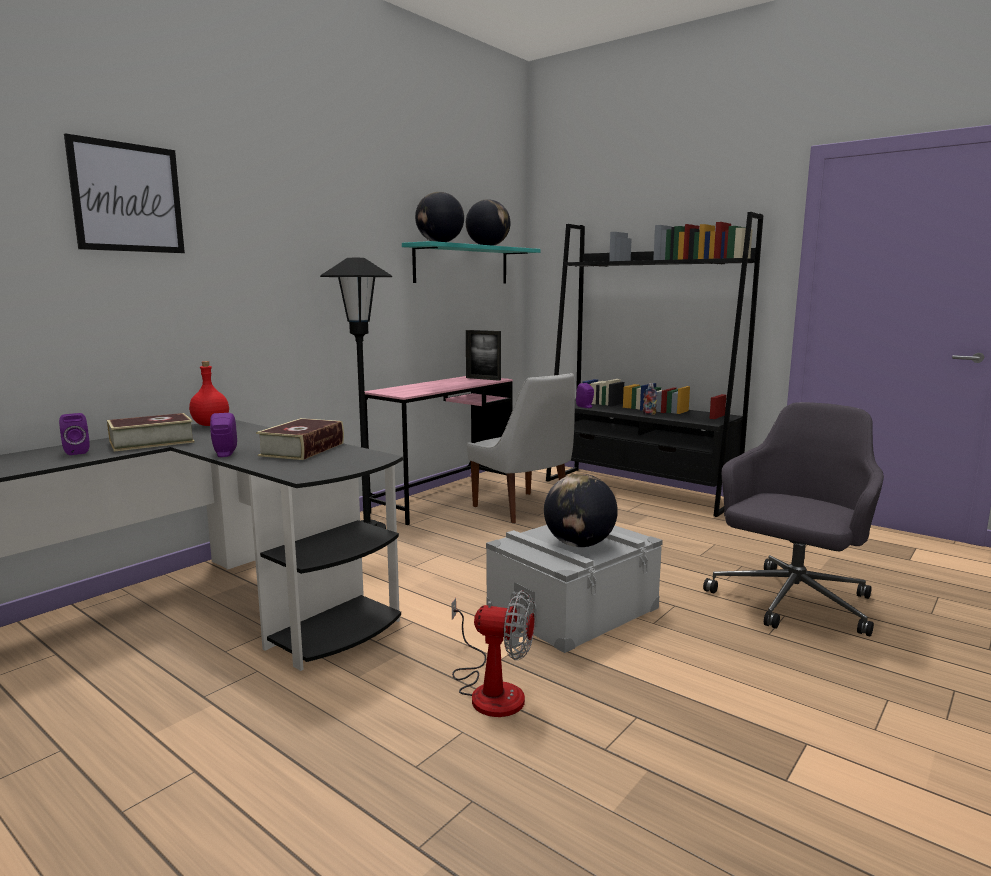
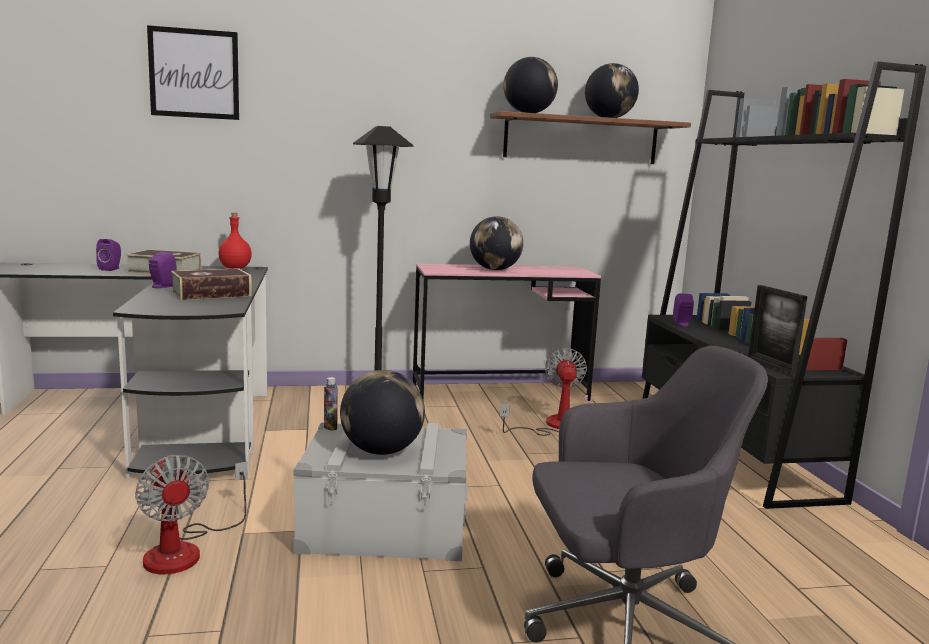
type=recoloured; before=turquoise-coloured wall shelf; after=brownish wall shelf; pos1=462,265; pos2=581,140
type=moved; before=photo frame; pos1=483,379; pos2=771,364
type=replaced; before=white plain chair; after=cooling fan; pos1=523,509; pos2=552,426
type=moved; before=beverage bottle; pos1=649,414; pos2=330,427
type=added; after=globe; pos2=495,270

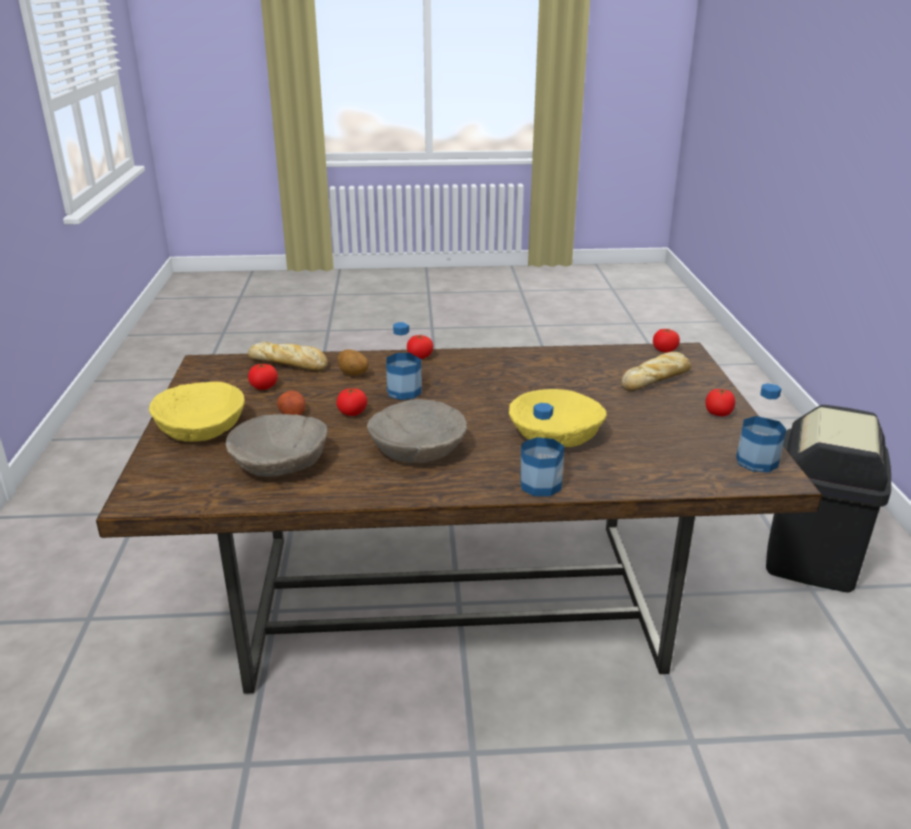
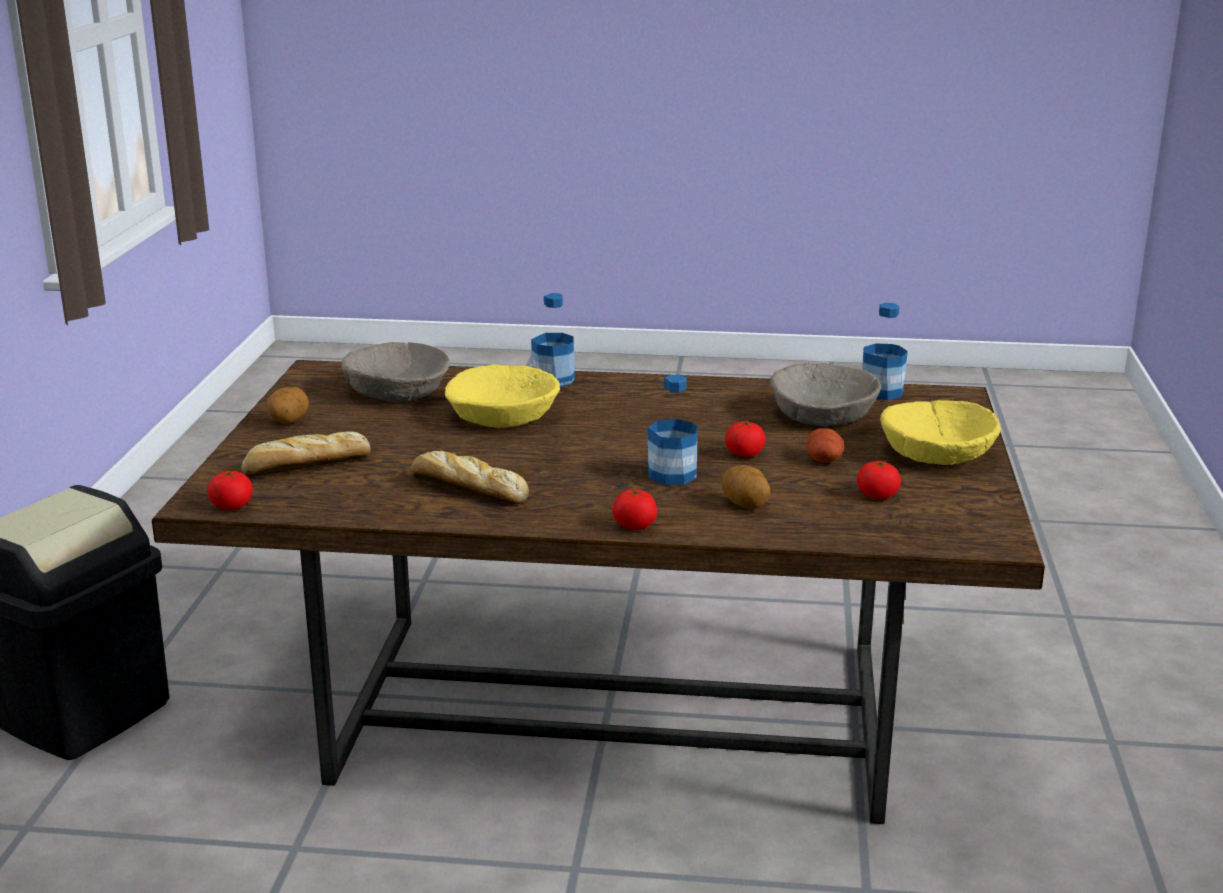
type=moved; before=baked bread; pos1=289,364; pos2=466,489
type=moved; before=beige-coloured serving bowl; pos1=418,448; pos2=397,390
type=replaced; before=whole tomato; after=potato; pos1=718,413; pos2=288,422
type=moved; before=beverage bottle; pos1=756,461; pos2=881,392

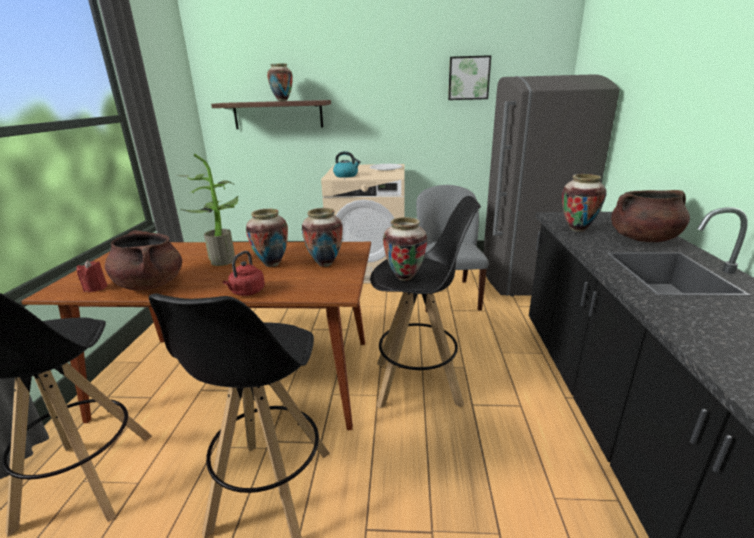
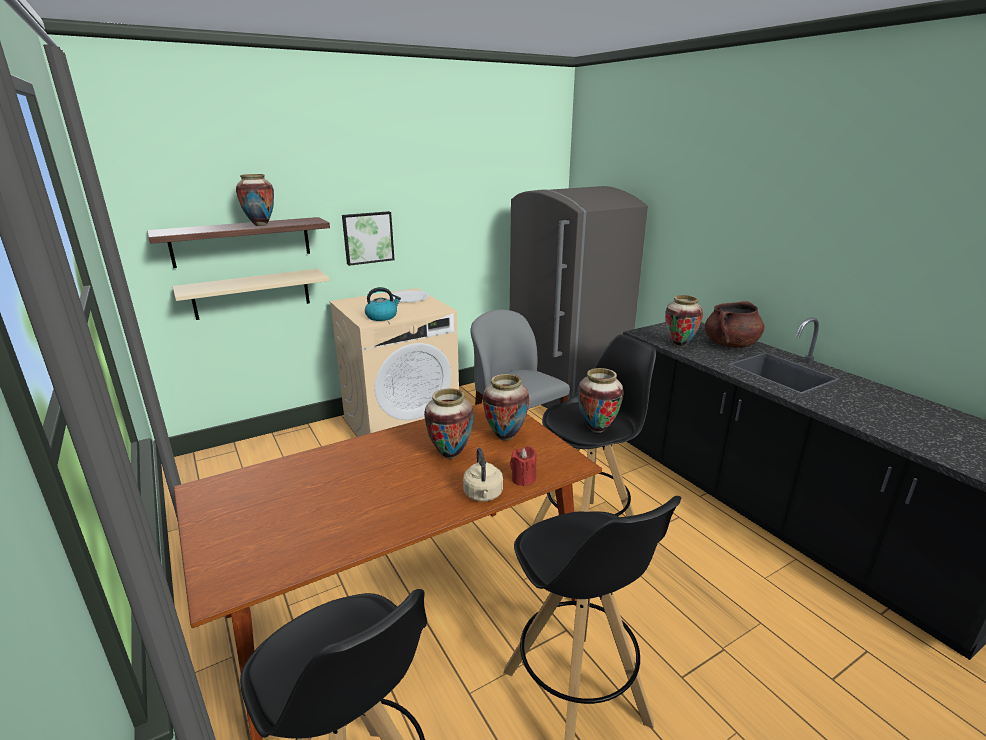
type=moved; before=reddish candle; pos1=96,288; pos2=523,479
type=removed; before=brownish saucepot; pos1=150,284
type=removed; before=plant in a pot; pos1=224,260
type=recoloured; before=reddish tea kettle; after=beige-coloured tea kettle; pos1=246,292; pos2=483,495
type=moved; before=wall picture; pos1=468,78; pos2=368,237
type=added; after=beige-coloured wall shelf; pos2=252,294

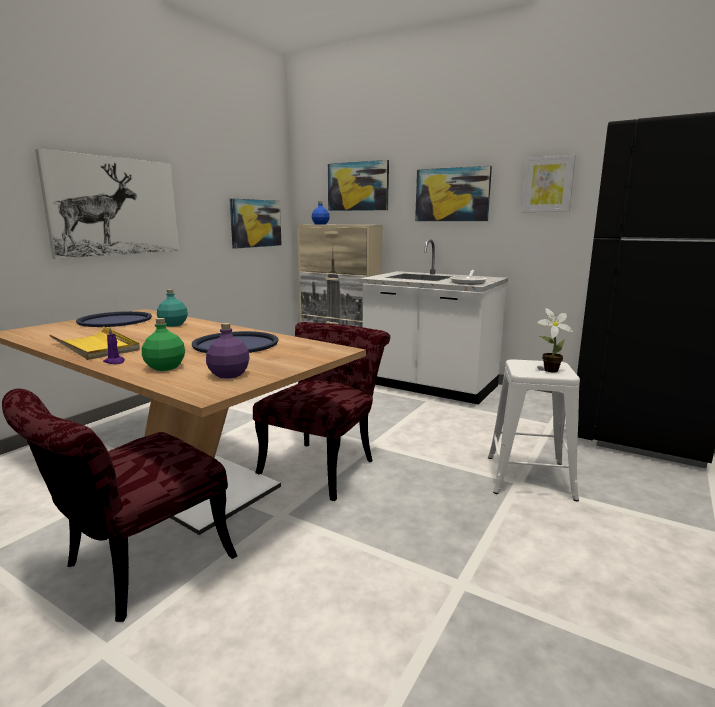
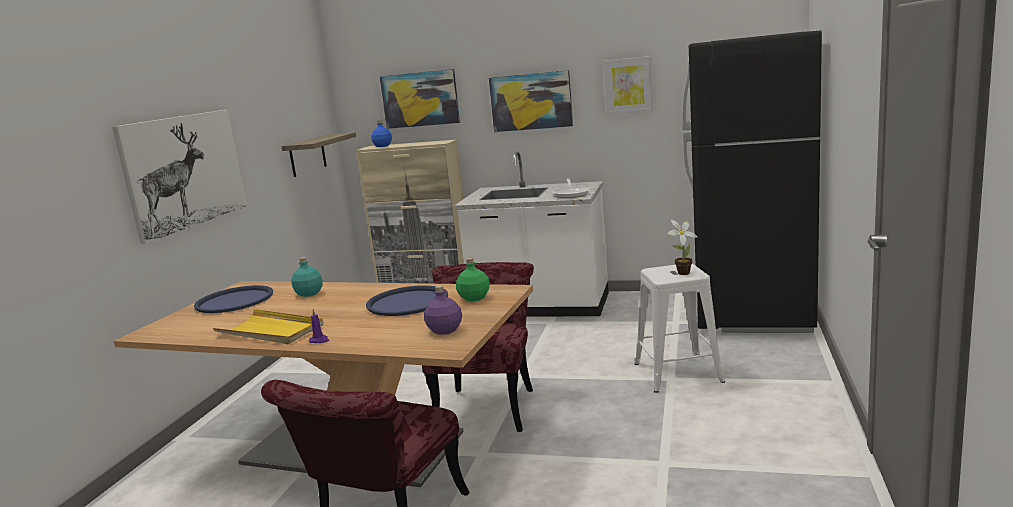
type=moved; before=green-coloured beverage bottle; pos1=164,367; pos2=474,298
type=replaced; before=wall picture; after=wall shelf; pos1=255,223; pos2=307,155

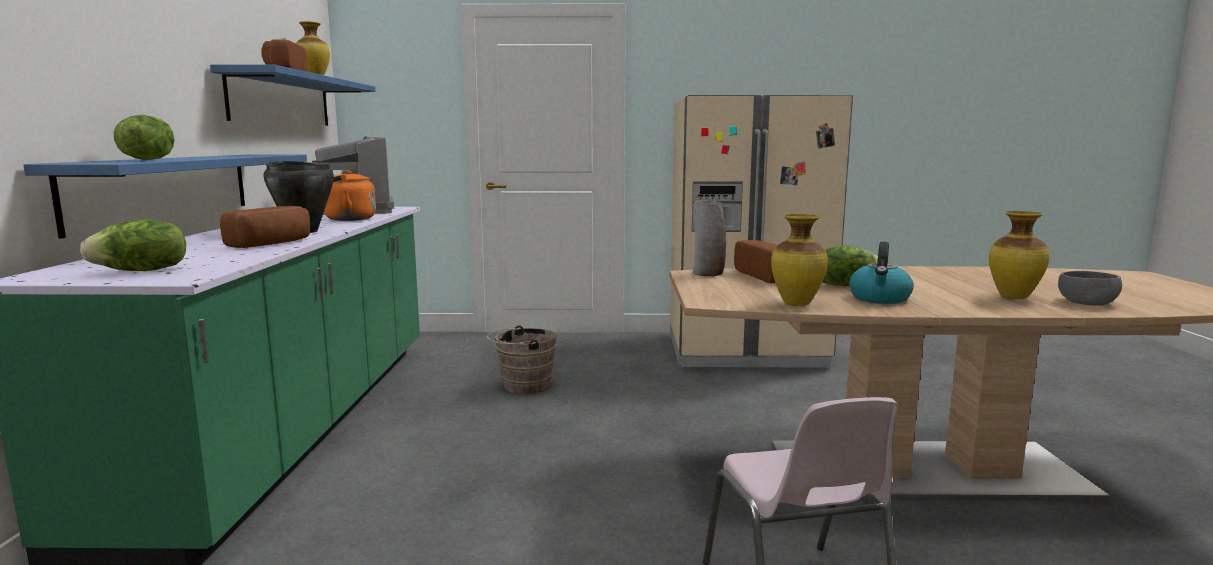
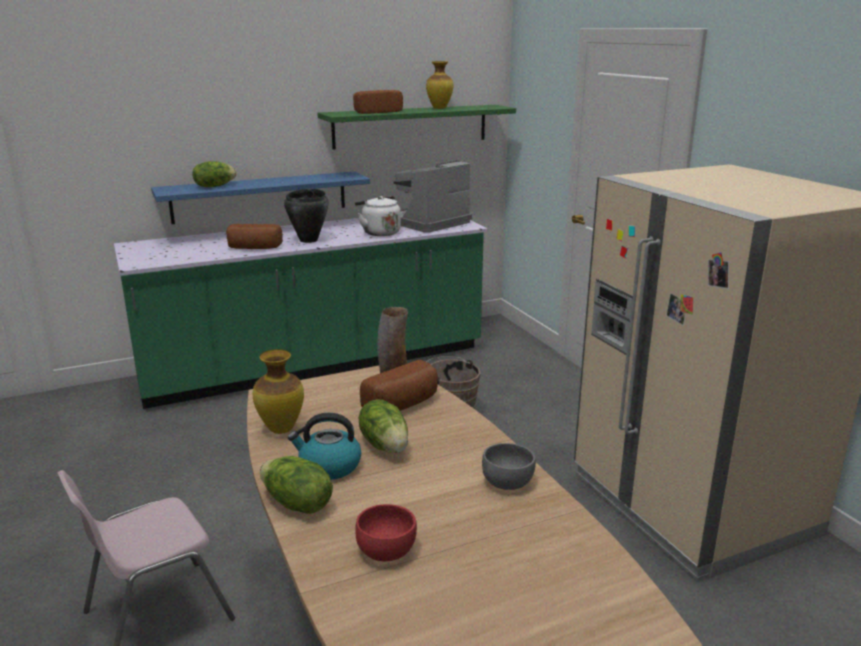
type=moved; before=lettuce head; pos1=142,271; pos2=296,504
type=recoloured; before=blue wall shelf; after=green-coloured wall shelf; pos1=282,100; pos2=411,126
type=recoloured; before=orange tea kettle; after=white tea kettle; pos1=346,219; pos2=379,232
type=replaced; before=flower vase; after=reddish serving bowl; pos1=1014,297; pos2=386,549
type=moved; before=grey serving bowl; pos1=1087,302; pos2=507,481

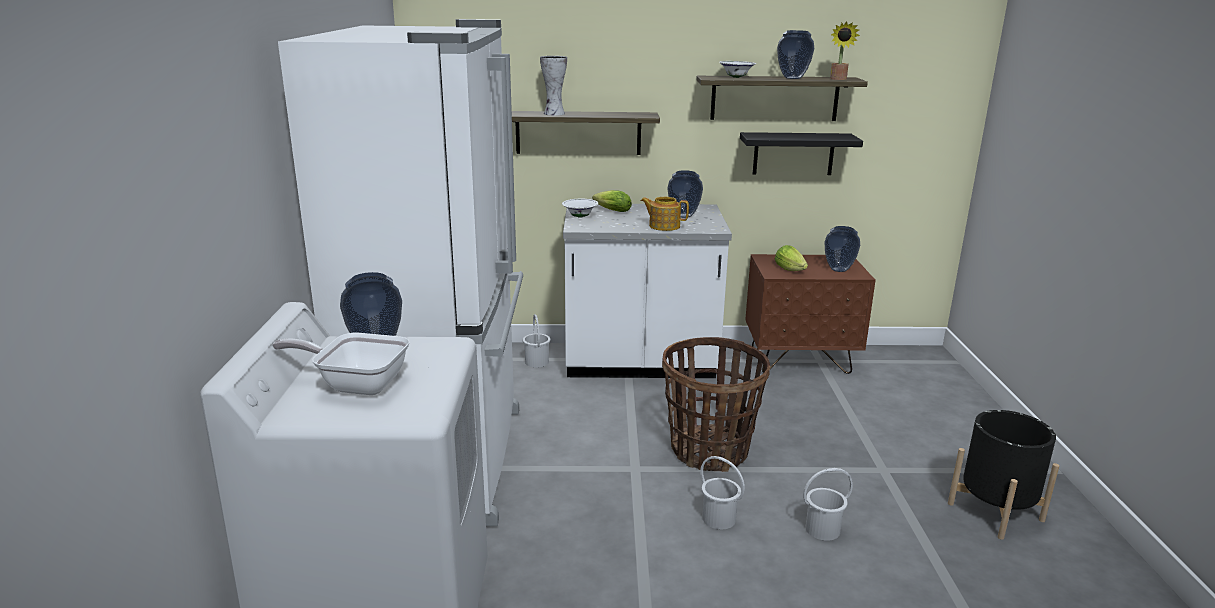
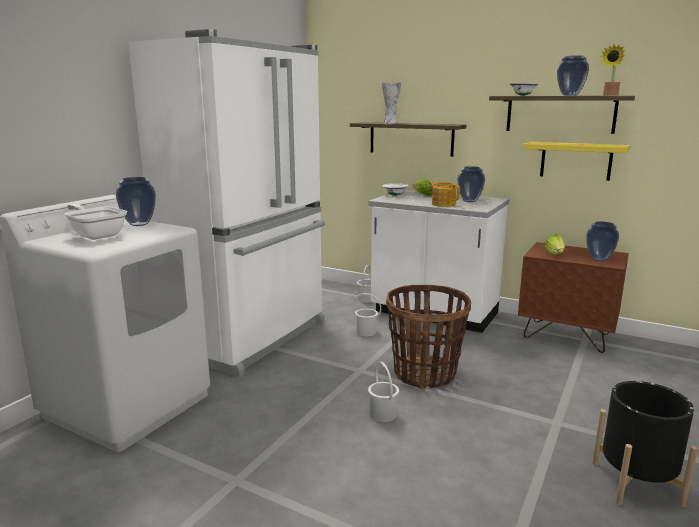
type=recoloured; before=black wall shelf; after=yellow-coloured wall shelf; pos1=793,153; pos2=575,160
type=moved; before=white bucket; pos1=822,529; pos2=366,332

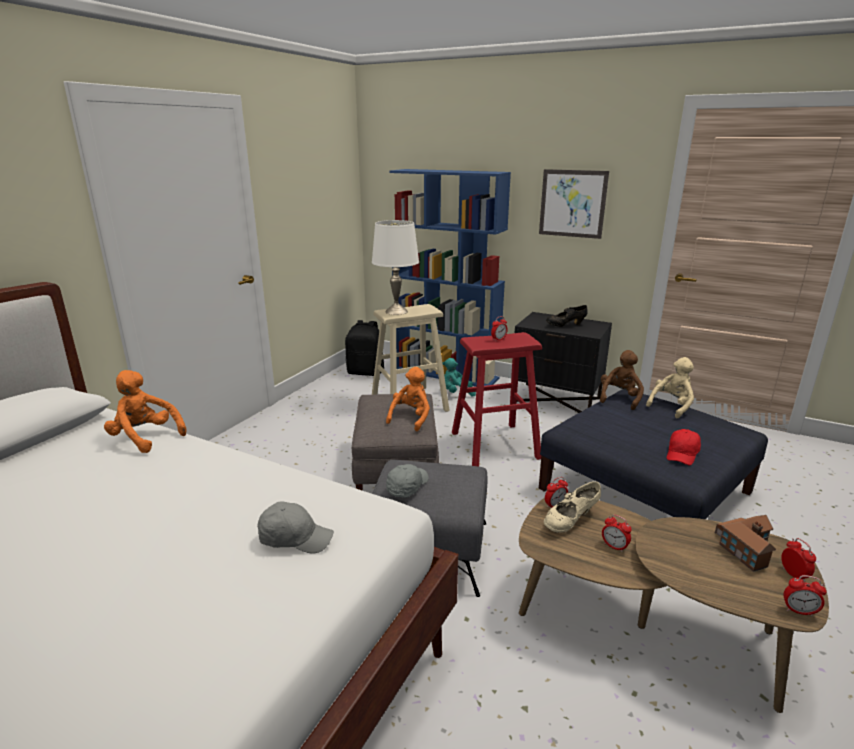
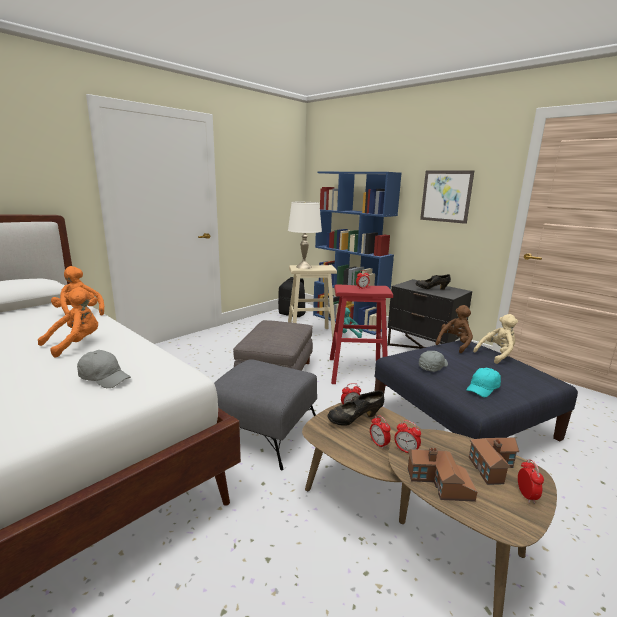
type=moved; before=orange cuddly toy; pos1=411,418; pos2=76,344
type=moved; before=grey cap; pos1=407,486; pos2=432,366
type=recoloured; before=beige-coloured low shoe; after=black low shoe; pos1=570,521; pos2=355,420
type=recoloured; before=reddish cap; after=turquoise-coloured cap; pos1=682,454; pos2=483,388
type=moved; before=table clock; pos1=799,611; pos2=406,450
type=added; after=miniature house; pos2=439,483

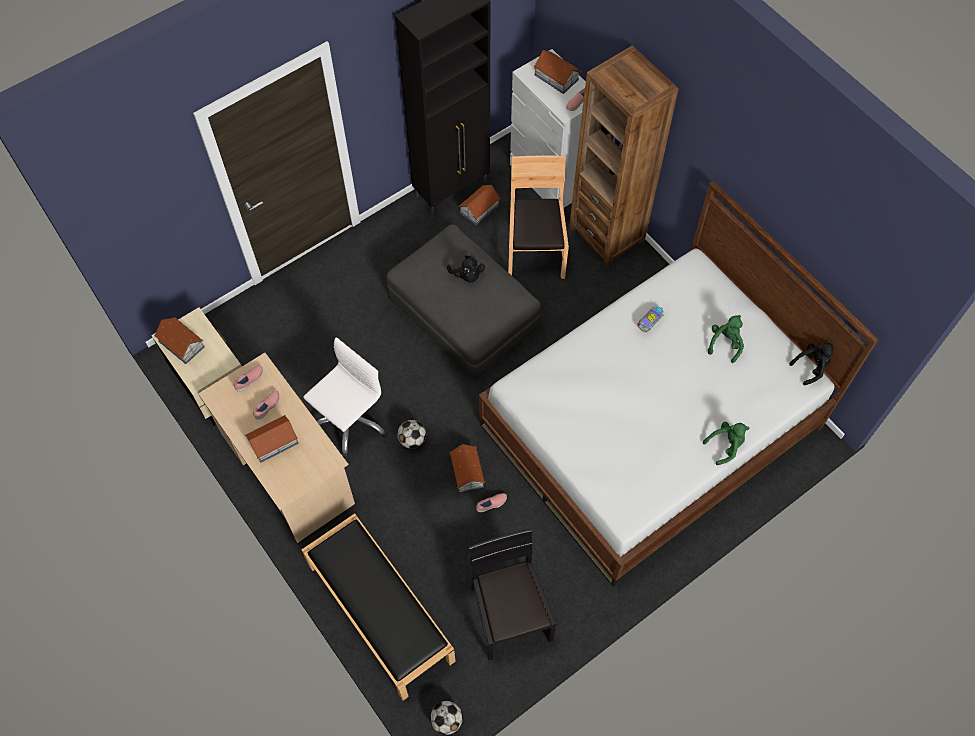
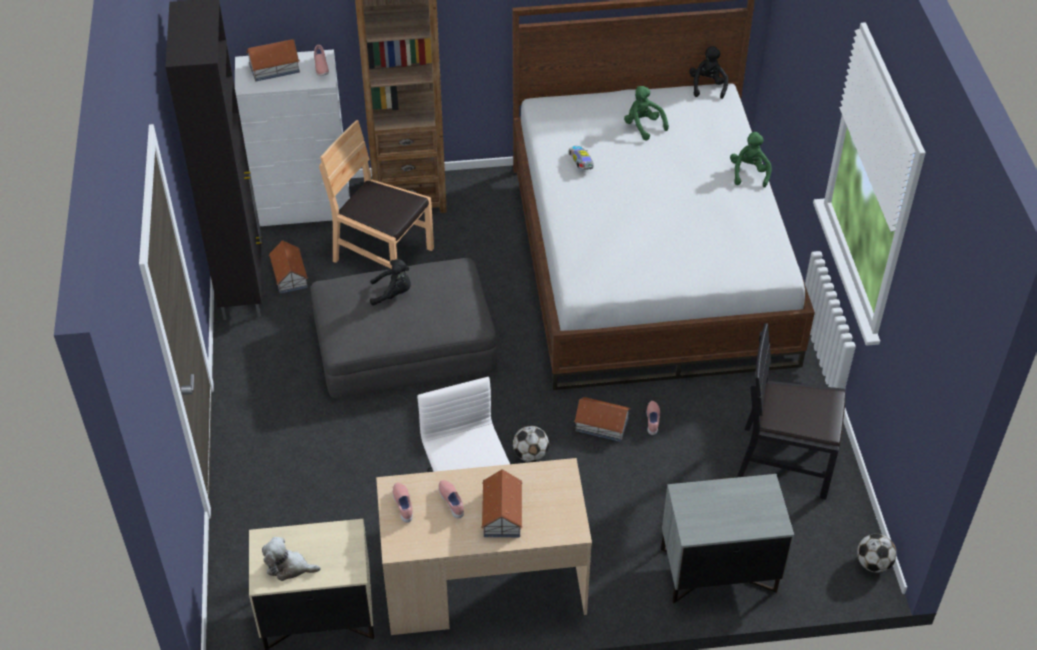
type=replaced; before=miniature house; after=cuddly toy; pos1=181,344; pos2=289,567
type=replaced; before=black indoor bench; after=grey bedside table; pos1=379,612; pos2=718,571

